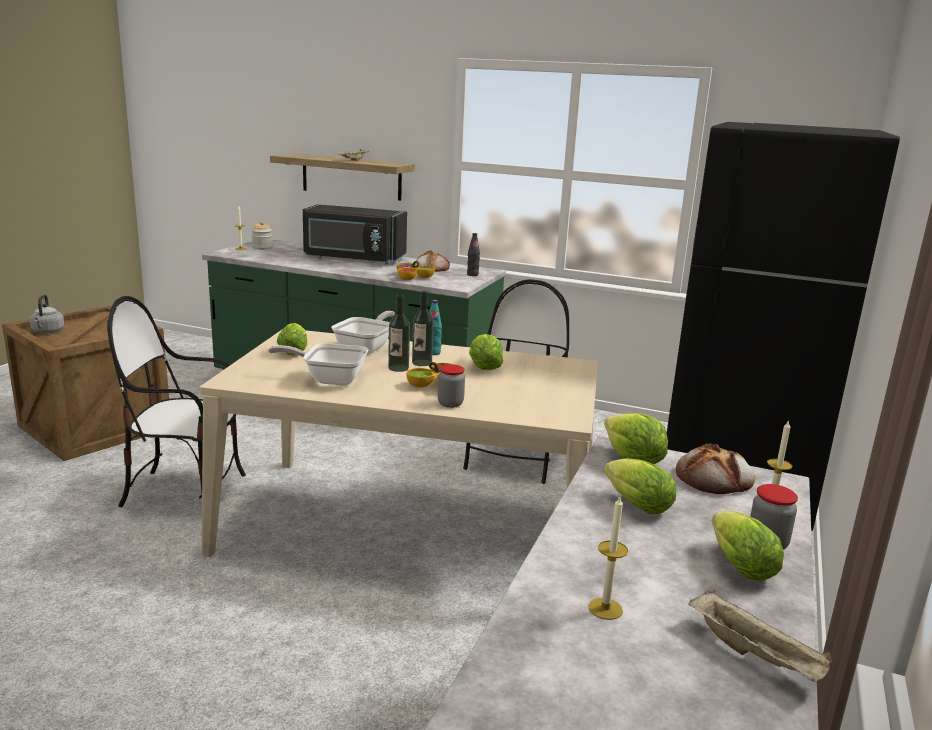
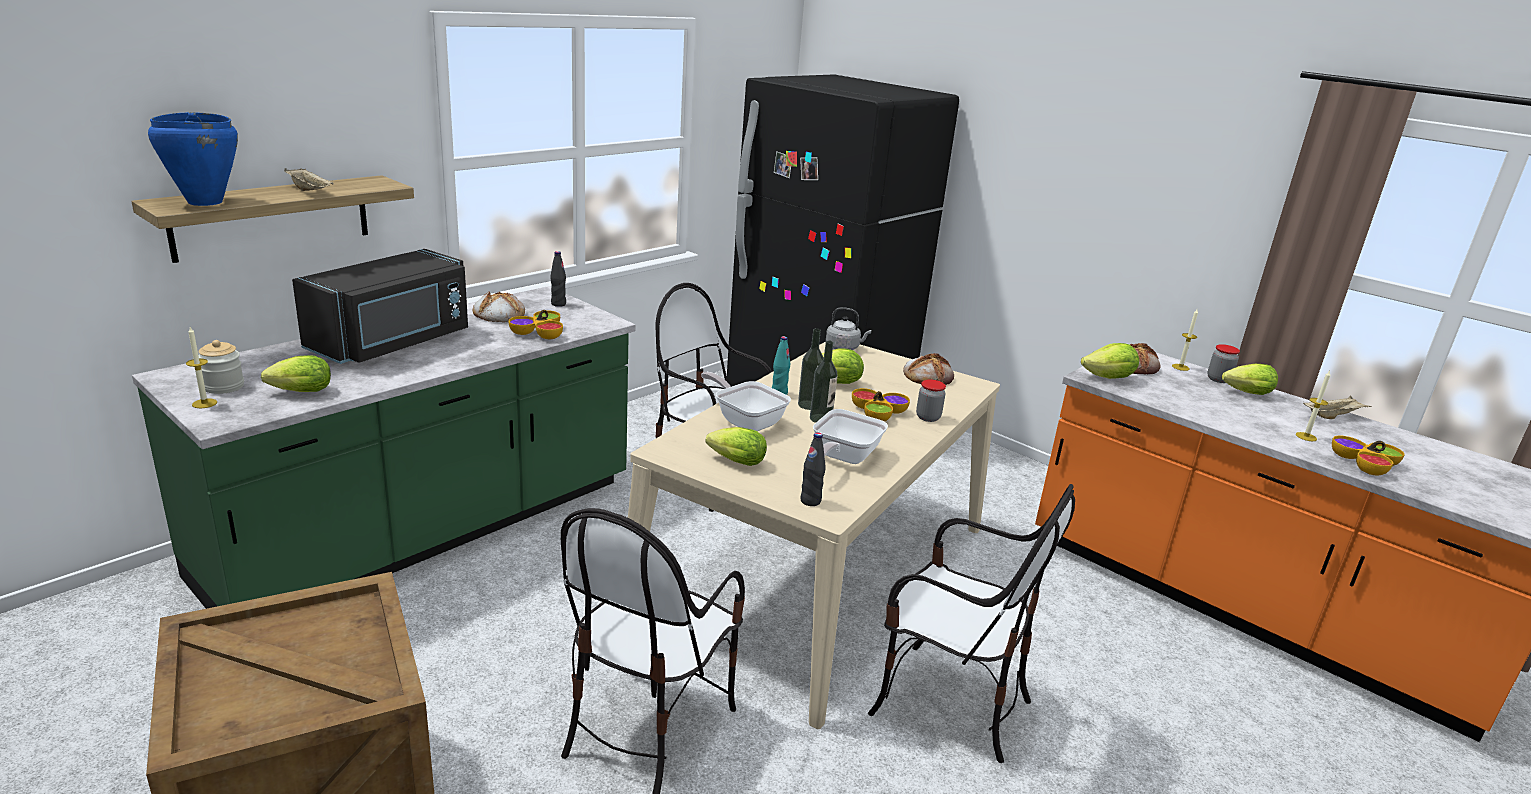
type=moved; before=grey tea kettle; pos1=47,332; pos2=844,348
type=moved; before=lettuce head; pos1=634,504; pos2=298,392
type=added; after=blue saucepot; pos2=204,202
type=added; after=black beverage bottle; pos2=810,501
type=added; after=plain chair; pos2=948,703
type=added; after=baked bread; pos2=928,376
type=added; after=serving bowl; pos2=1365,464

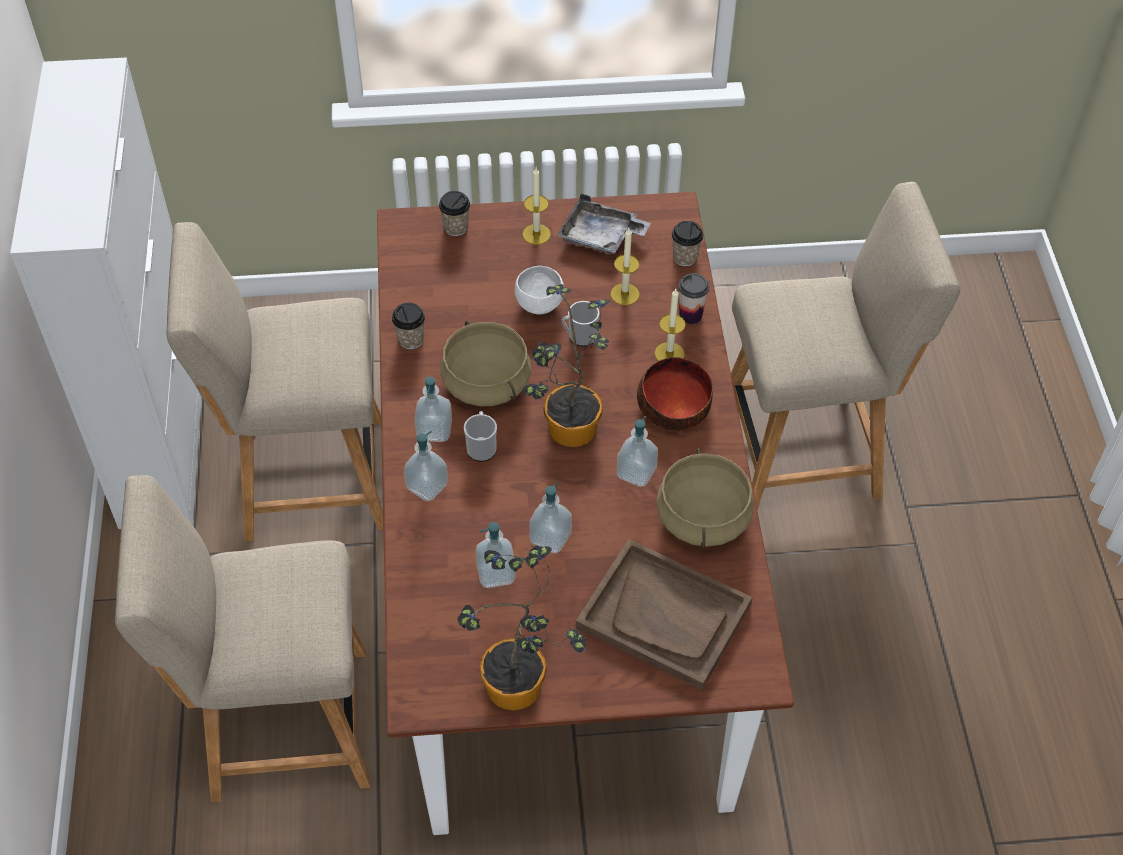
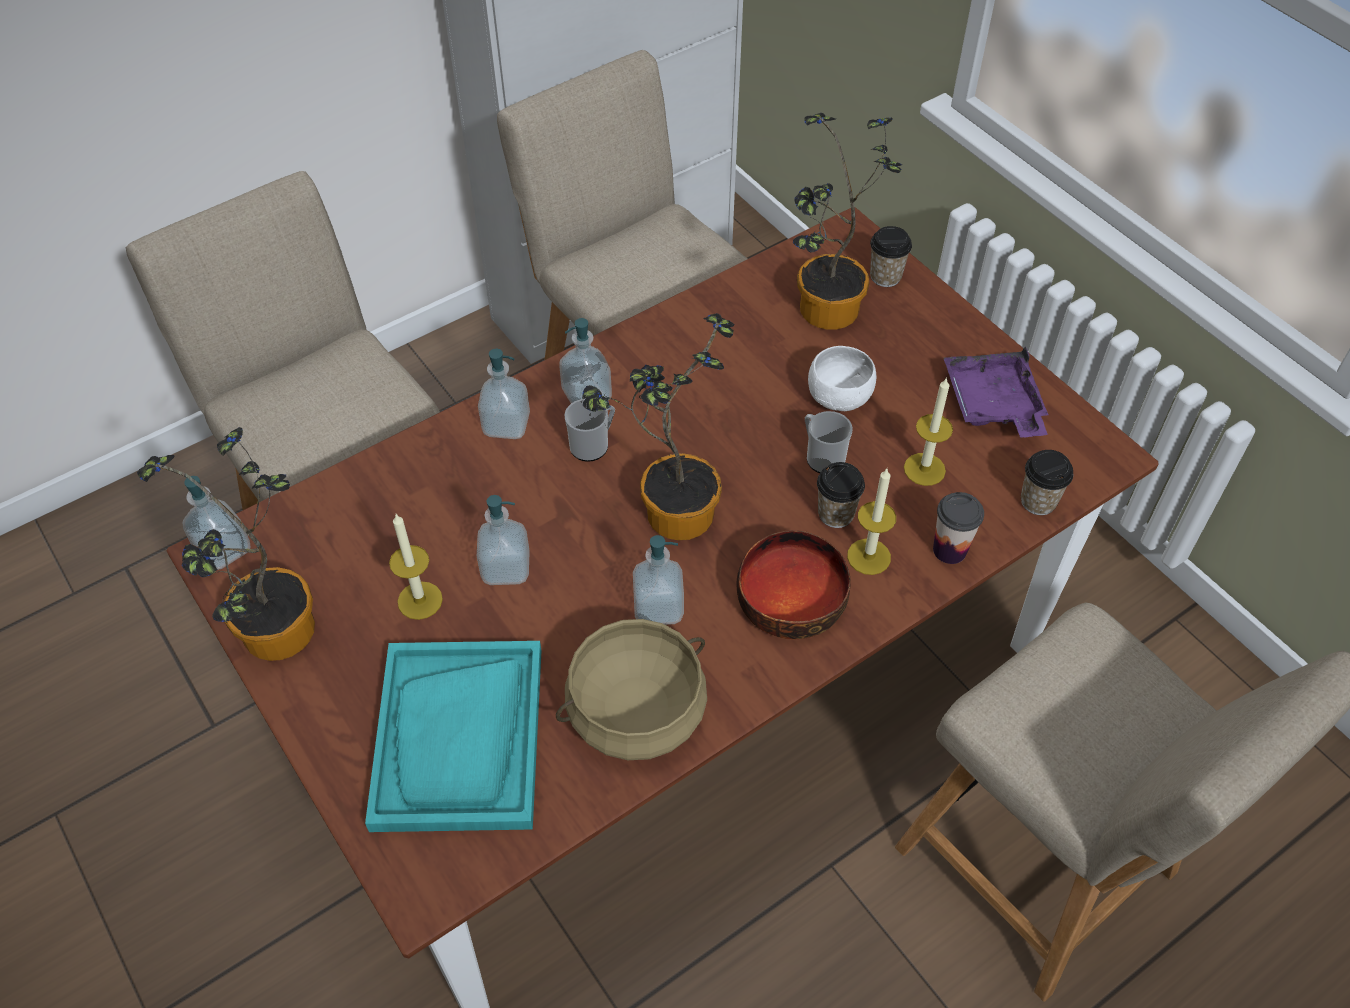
type=moved; before=drinking cup; pos1=410,340; pos2=836,514
type=removed; before=beige-coloured saucepot; pos1=487,382
type=moved; before=soap bottle; pos1=496,573; pos2=223,549
type=moved; before=candle; pos1=536,234; pos2=420,600
type=recoloured; before=grey tray; after=purple tray; pos1=600,236; pos2=993,405
type=recoloured; before=brownish tray; after=turquoise-coloured tray; pos1=664,616; pos2=459,738
type=added; after=plant in a pot; pos2=823,314

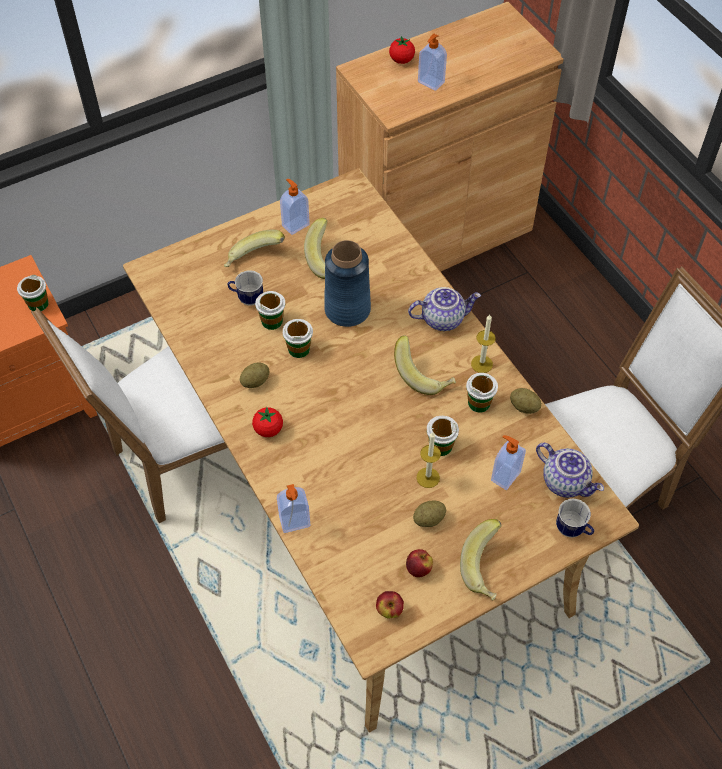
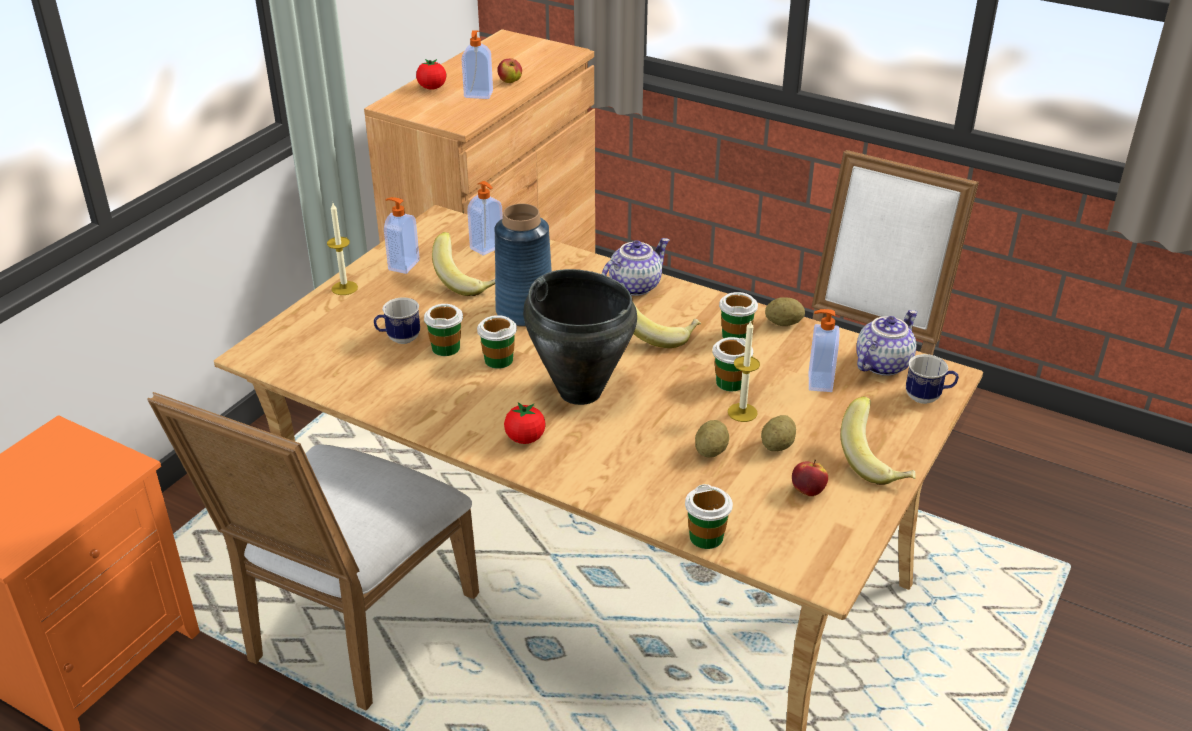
type=moved; before=drinking cup; pos1=38,304; pos2=706,537
type=removed; before=banana fruit; pos1=254,260
type=moved; before=potato; pos1=255,381; pos2=710,451
type=moved; before=soap bottle; pos1=295,523; pos2=487,248
type=moved; before=whole apple; pos1=389,610; pos2=510,82
type=moved; before=candle; pos1=481,364; pos2=344,288
type=turned; before=teapot; pos1=566,481; pos2=882,364; turn=-60
type=added; after=black saucepot; pos2=580,391

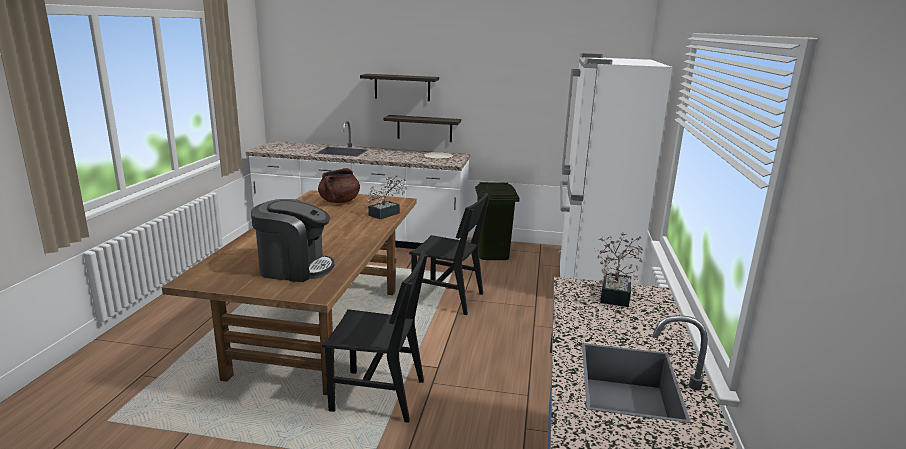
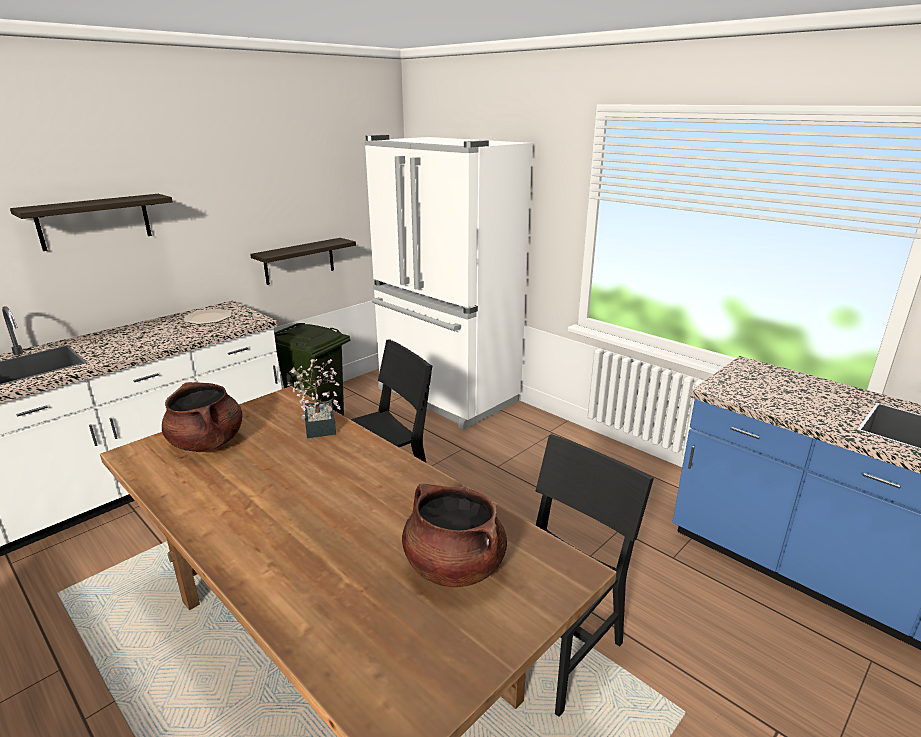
type=replaced; before=coffee brewer; after=brownish saucepot; pos1=294,268; pos2=453,566
type=moved; before=wall shelf; pos1=424,128; pos2=299,261
type=removed; before=plant in a pot; pos1=615,293

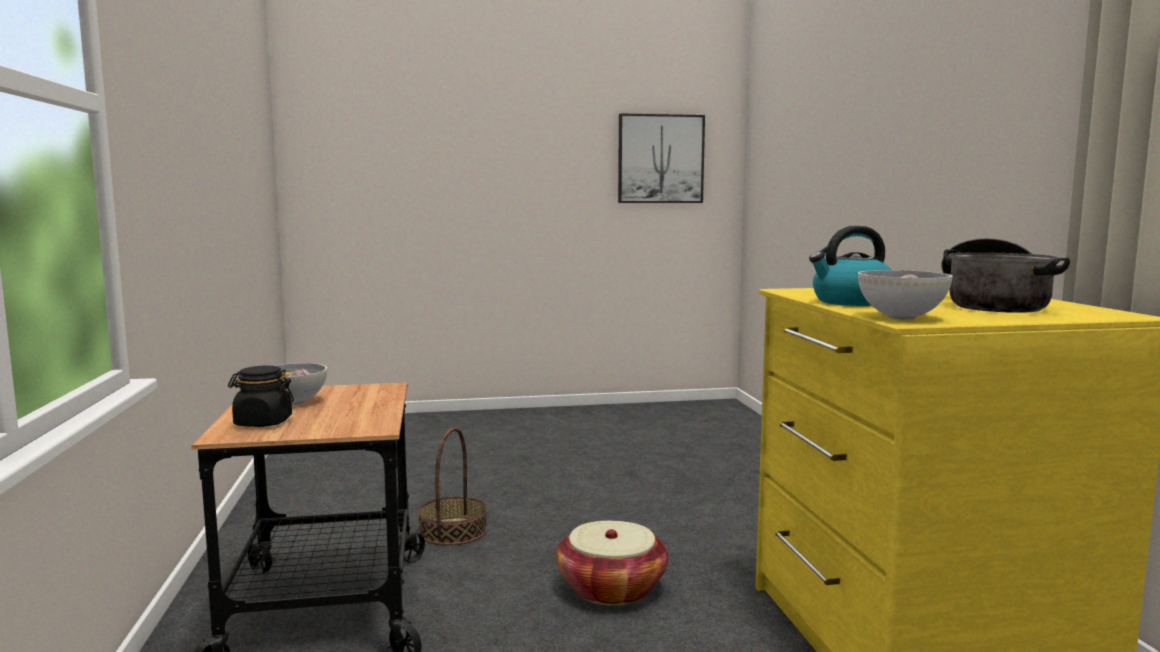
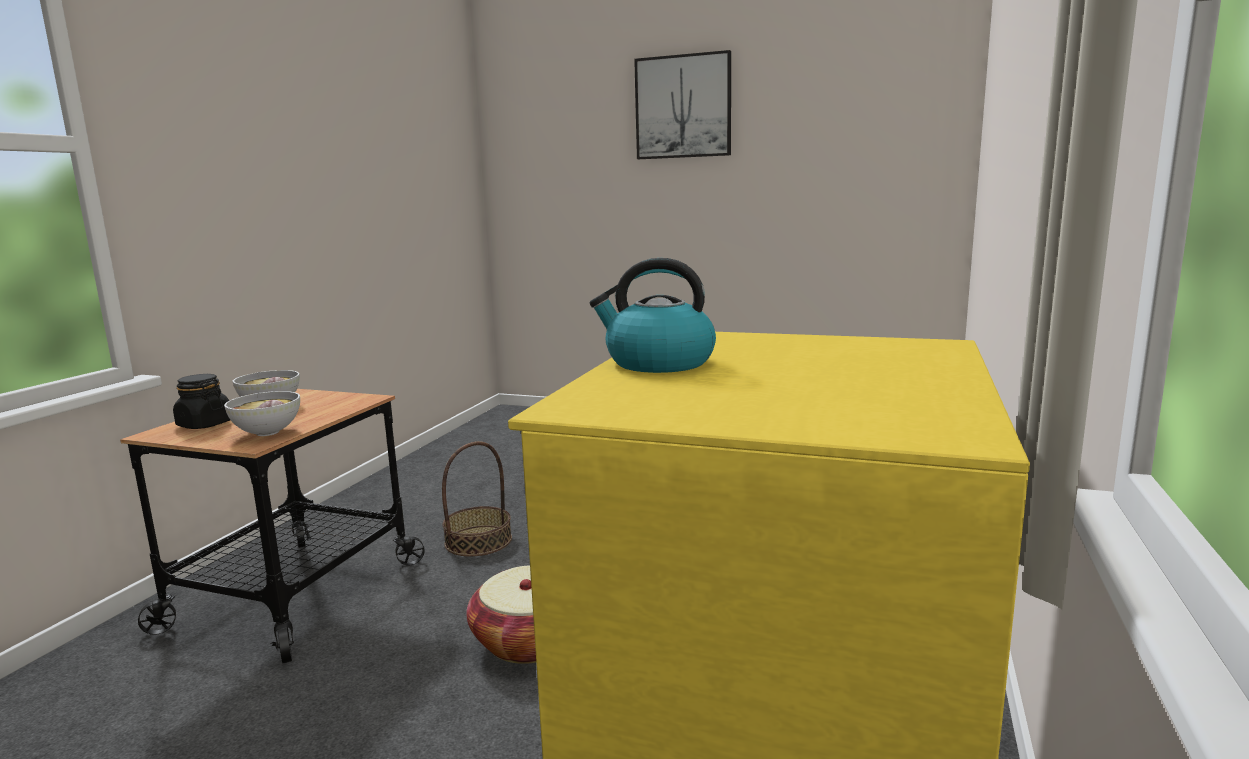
type=moved; before=wall picture; pos1=660,159; pos2=683,107
type=moved; before=serving bowl; pos1=901,317; pos2=267,433
type=removed; before=saucepot; pos1=994,304

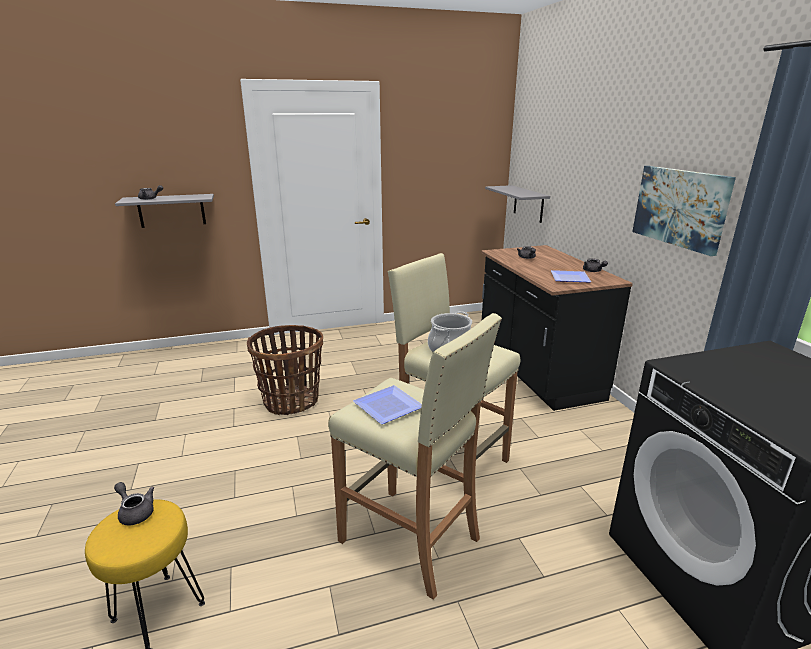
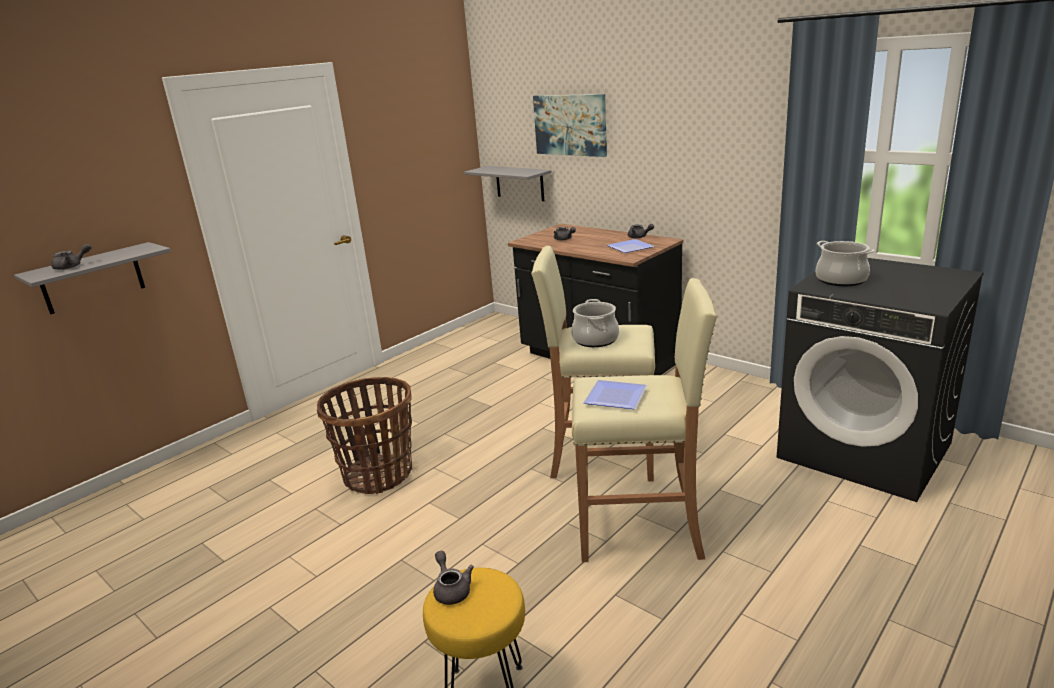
type=turned; before=grey teapot; pos1=135,512; pos2=451,589; turn=60
type=moved; before=wall picture; pos1=680,207; pos2=570,125
type=added; after=saucepot; pos2=841,280

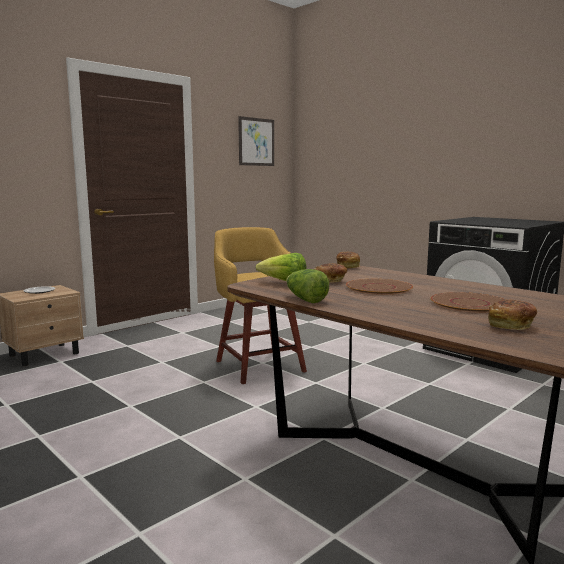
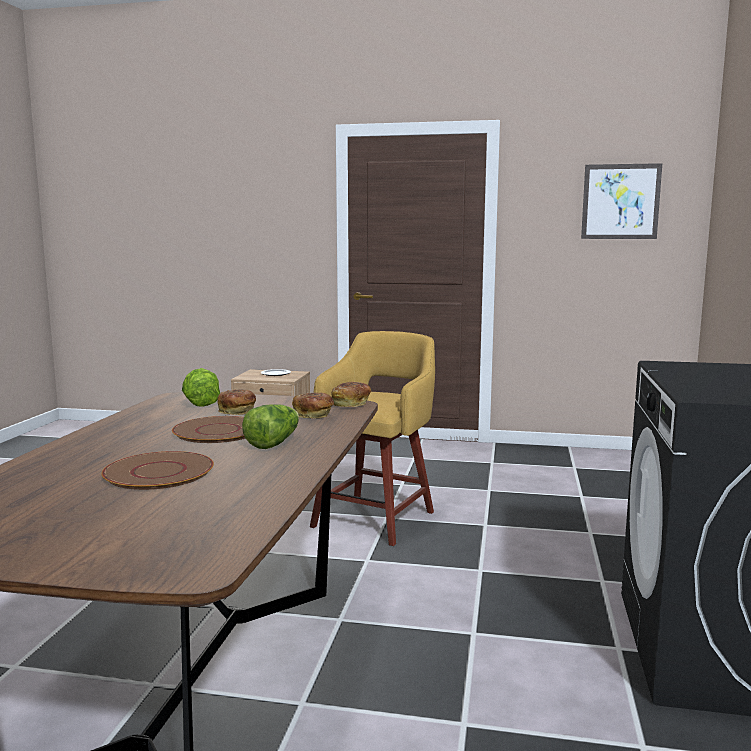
type=moved; before=lettuce head; pos1=305,299; pos2=273,443
type=moved; before=baked bread; pos1=511,326; pos2=313,416

